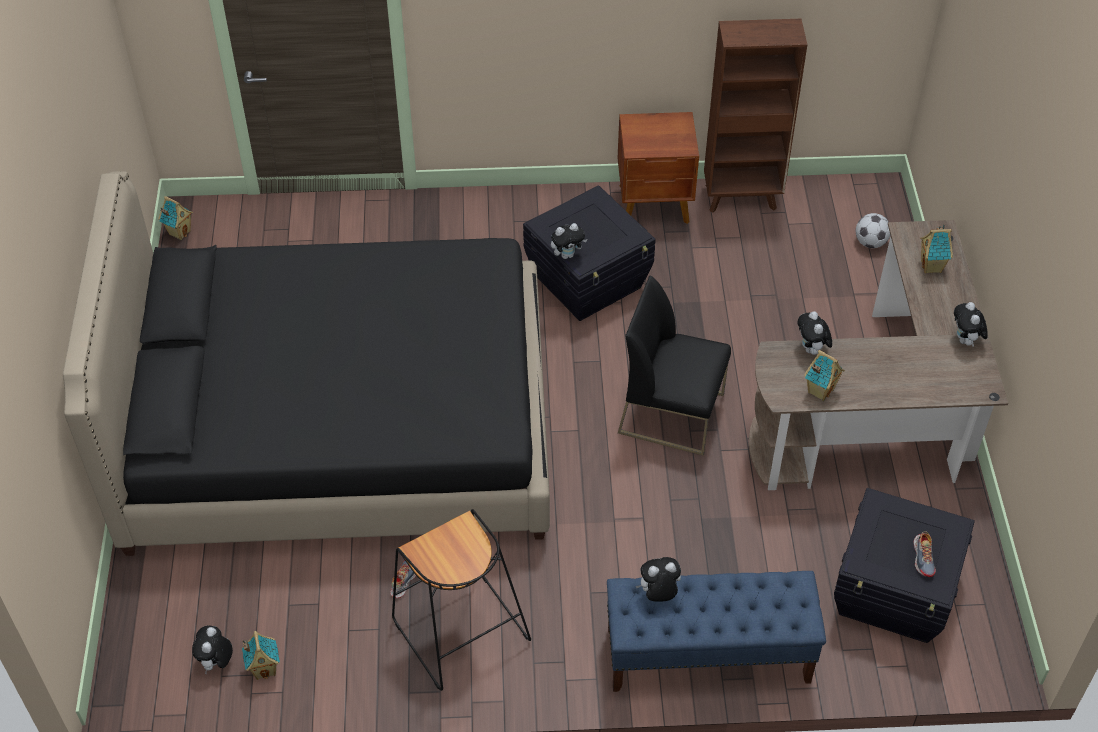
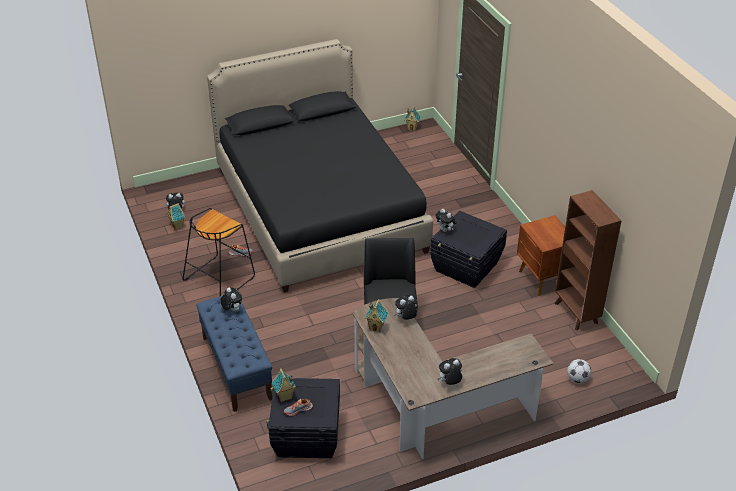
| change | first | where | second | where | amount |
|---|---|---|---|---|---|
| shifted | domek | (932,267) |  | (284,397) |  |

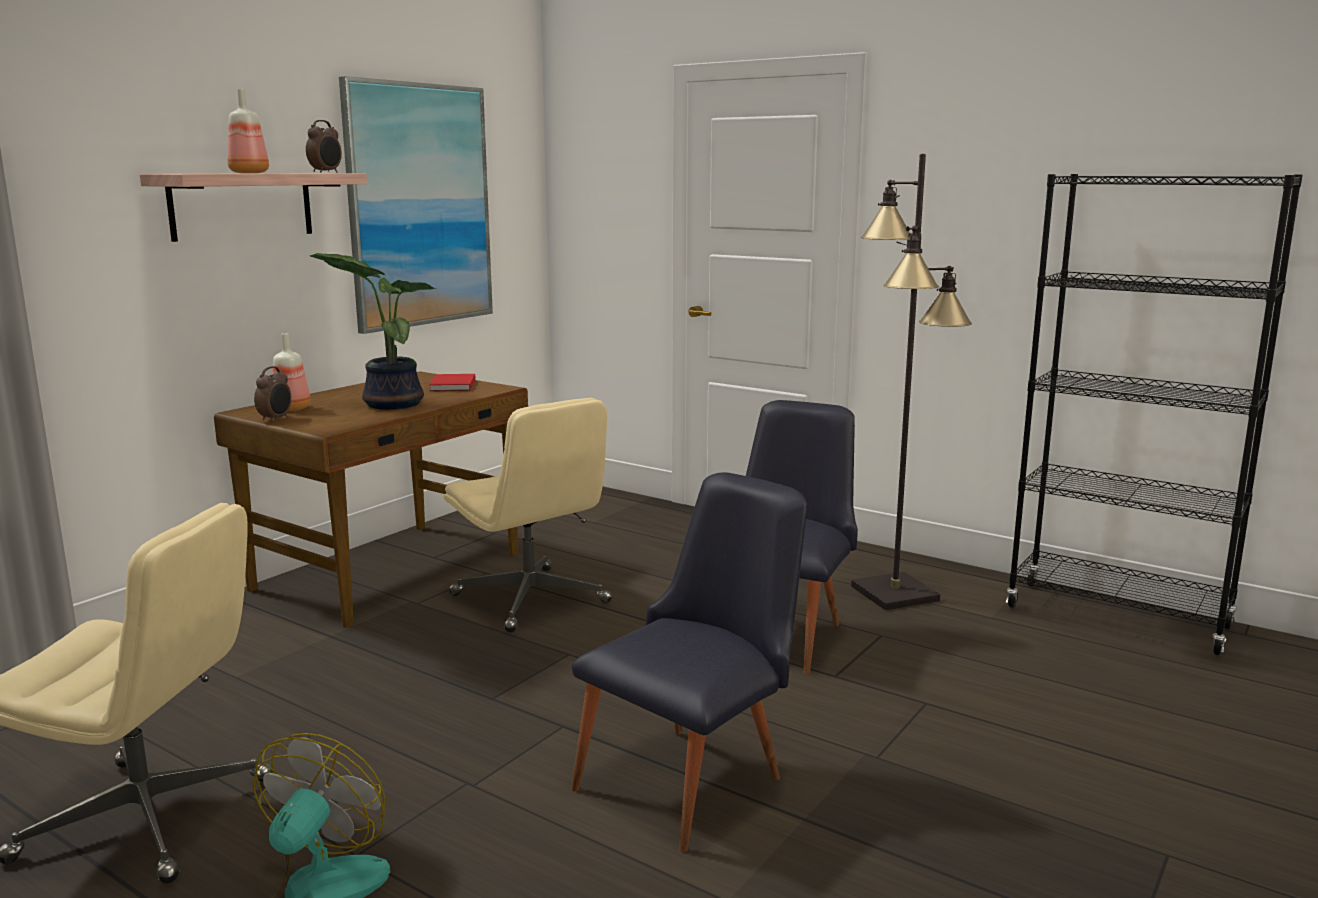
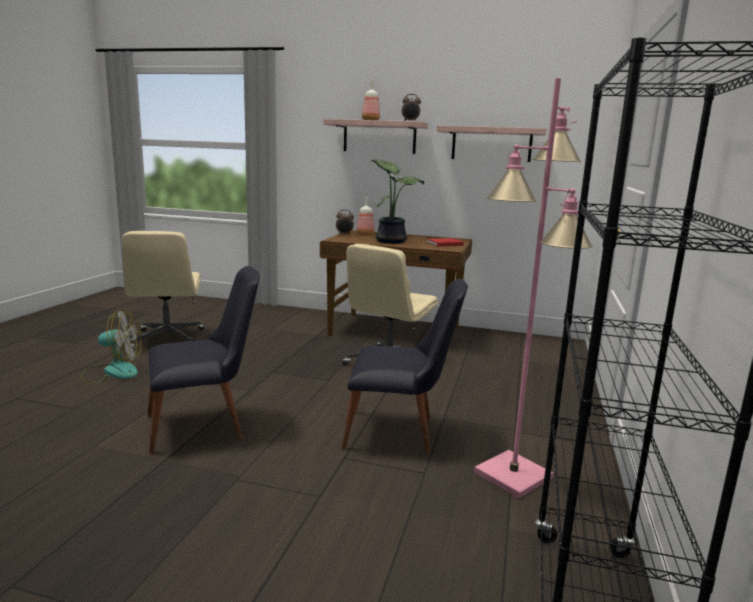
| change | first | where | second | where | amount |
|---|---|---|---|---|---|
| swapped | obraz | (419,206) | półka | (491,144) |  |
| repainted | lampa stojąca/czarny | (895,593) | lampa stojąca/różowy | (514,475) |  |
| rotated | krzesło/czarny | (695,777) |  | (205,426) | 45 degrees counterclockwise |

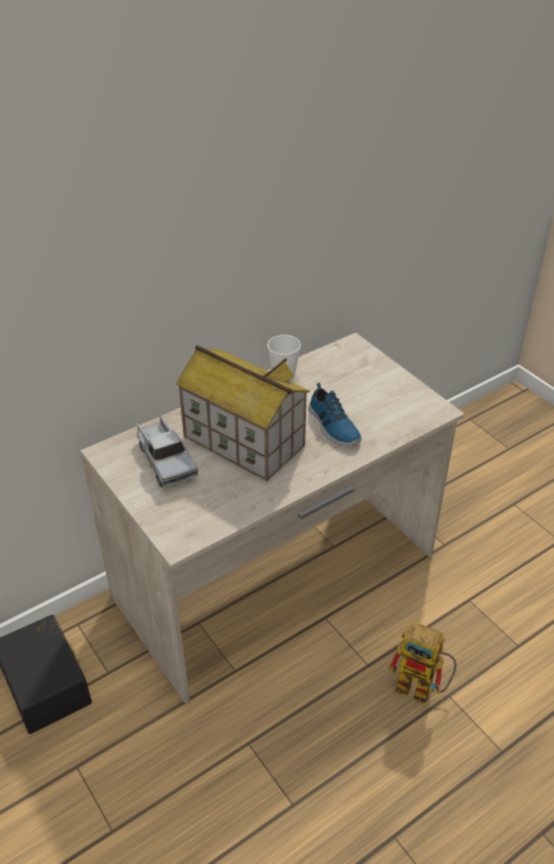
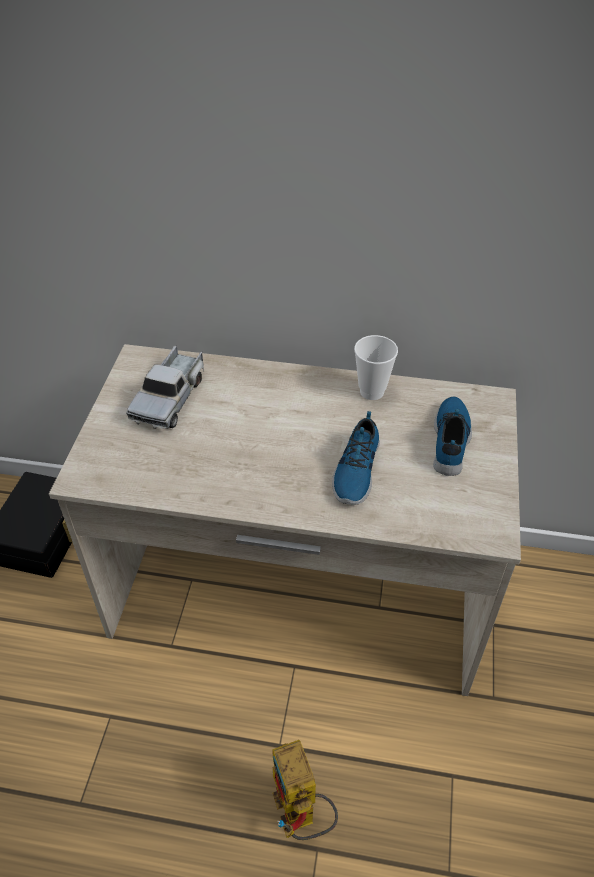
| change | first | where | second | where | amount |
|---|---|---|---|---|---|
| gone | domek | (242,441) |  |  |  |
| new |  |  | but | (451,440) |  |

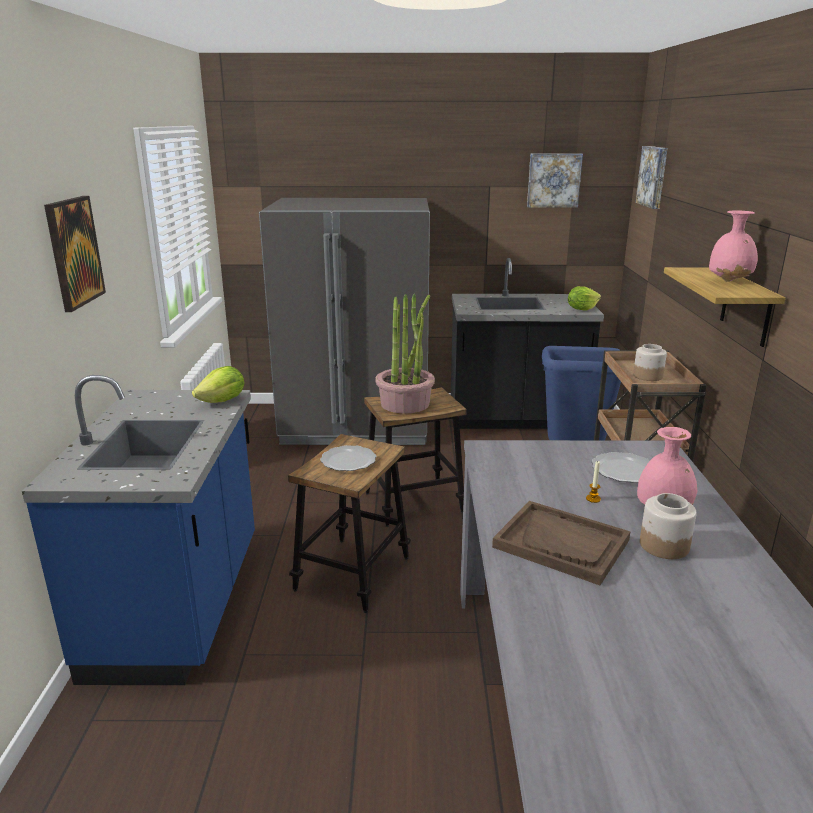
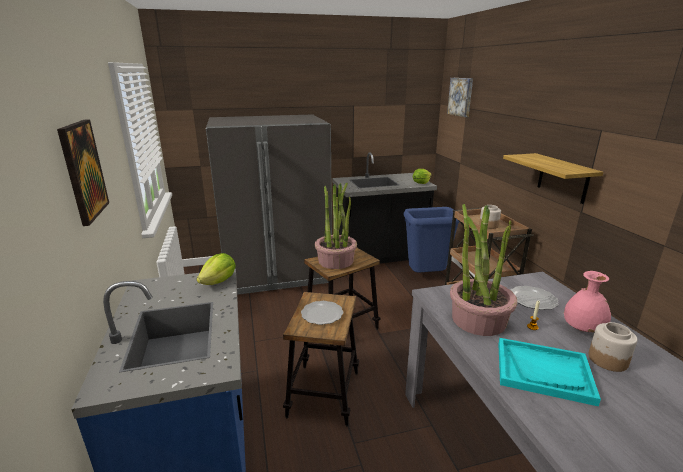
| change | first | where | second | where | amount |
|---|---|---|---|---|---|
| gone | obraz | (553,180) |  |  |  |
| gone | wazon/różowy | (730,281) |  |  |  |
| new |  |  | roślina doniczkowa | (478,319) |  |
| repainted | taca/brązowy | (561,544) | taca/turkusowy | (543,372) |  |

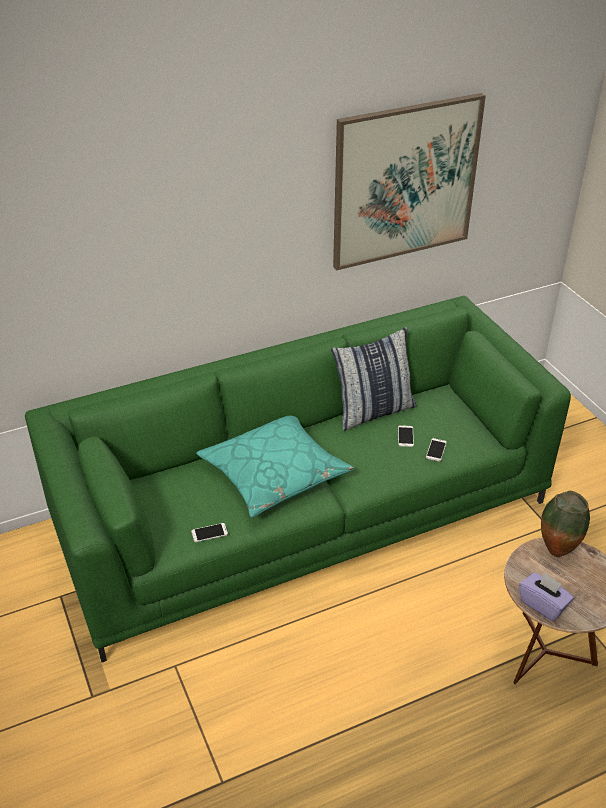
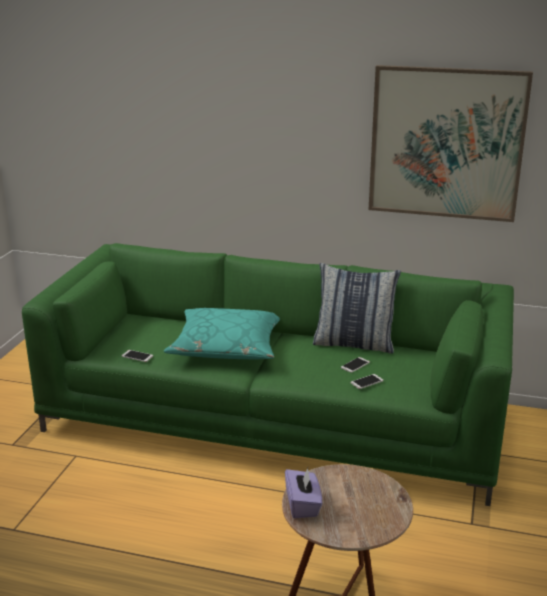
| change | first | where | second | where | amount |
|---|---|---|---|---|---|
| gone | wazon | (556,550) |  |  |  |

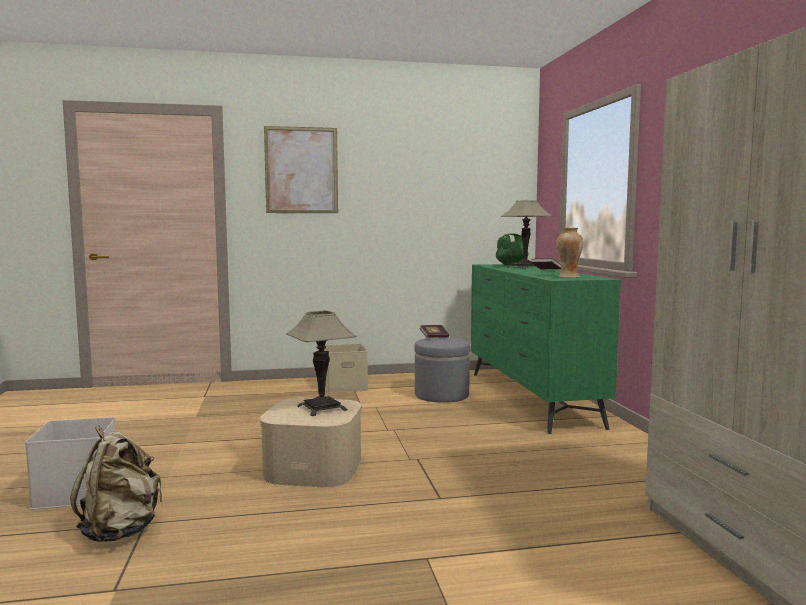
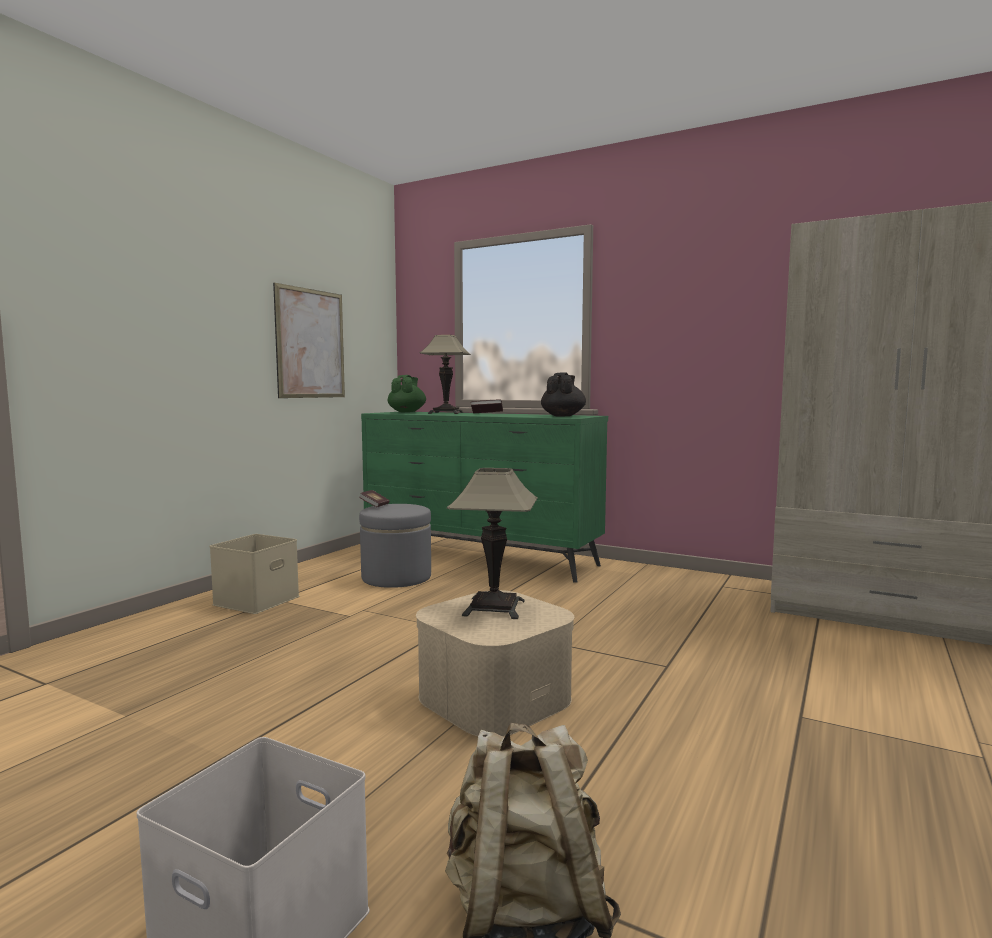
| change | first | where | second | where | amount |
|---|---|---|---|---|---|
| shifted | obraz | (301,170) |  | (310,343) |  |
| swapped | wazon | (568,277) | imbryk/czarny | (563,416) |  |

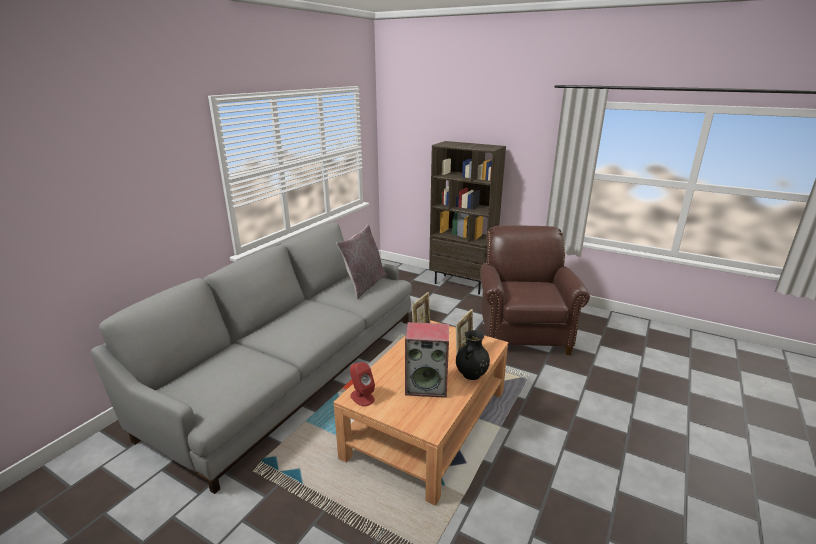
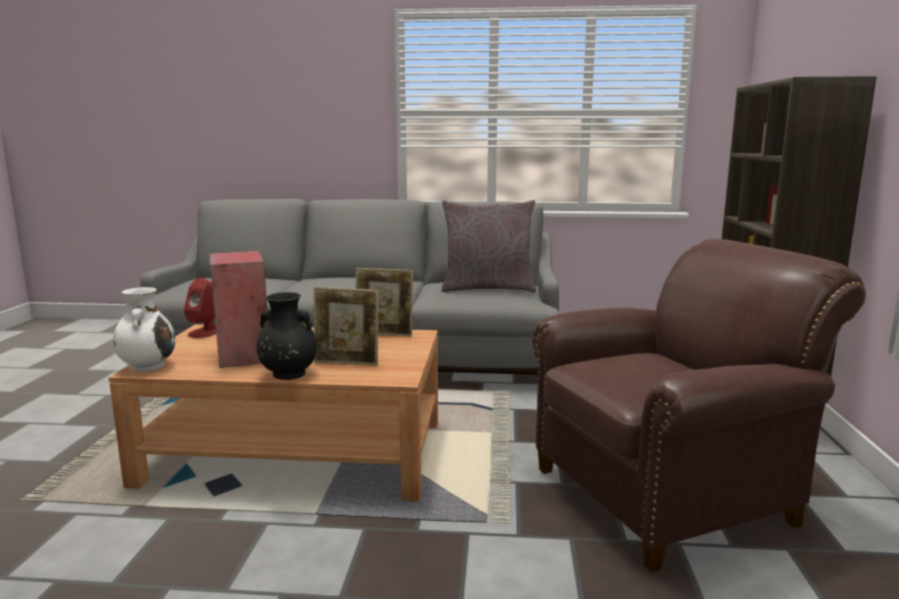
| change | first | where | second | where | amount |
|---|---|---|---|---|---|
| new |  |  | wazon/biały | (148,366) |  |

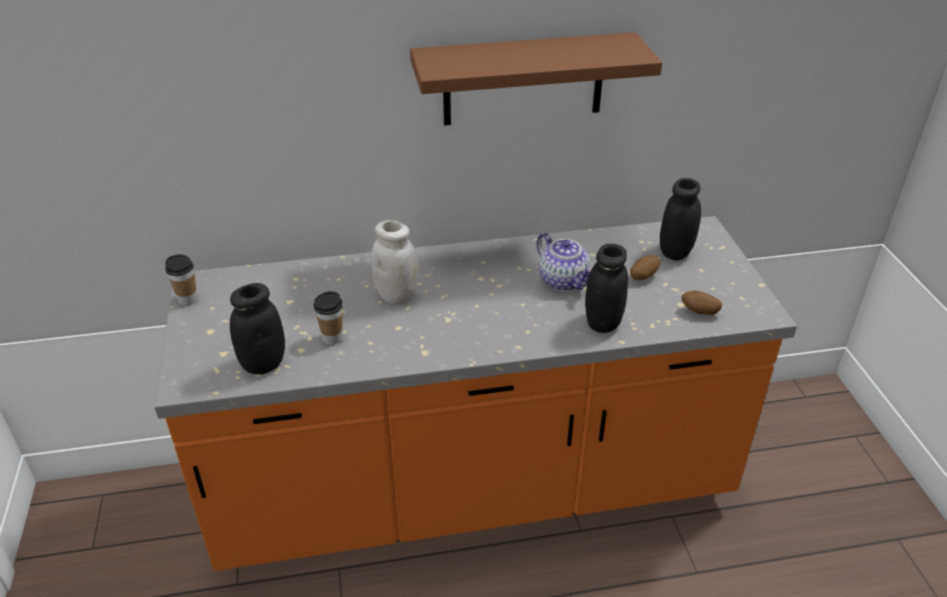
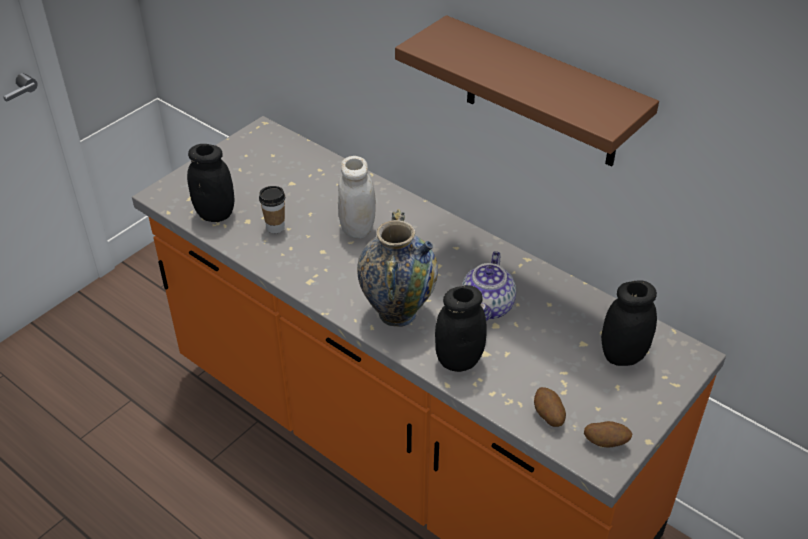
| change | first | where | second | where | amount |
|---|---|---|---|---|---|
| gone | filiżanka | (188,299) |  |  |  |
| new |  |  | wazon | (397,313) |  |
| shifted | ziemniak | (643,276) |  | (605,442) |  |

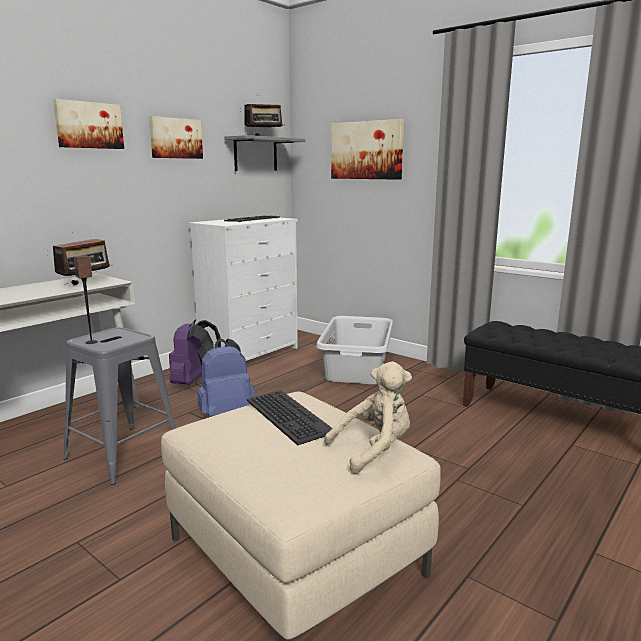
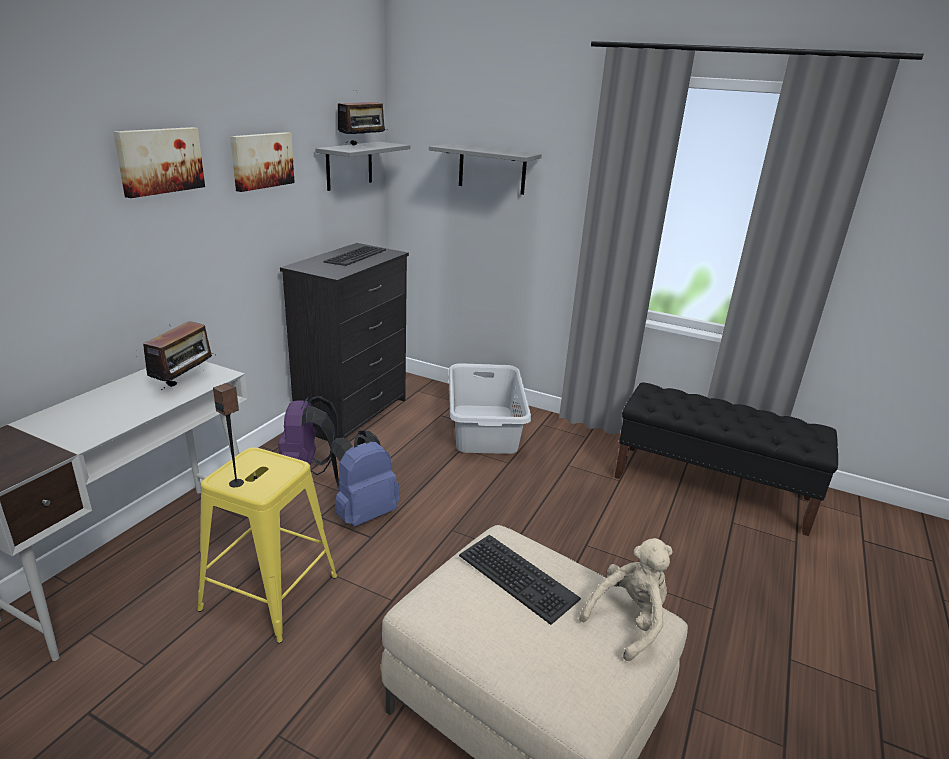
| change | first | where | second | where | amount |
|---|---|---|---|---|---|
| swapped | obraz | (366,150) | półka/szary | (492,169) |  |
| repainted | stołek/szary | (123,453) | stołek/żółty | (269,592) |  |
| repainted | komoda/biały | (251,354) | komoda/czarny | (354,414) |  |

